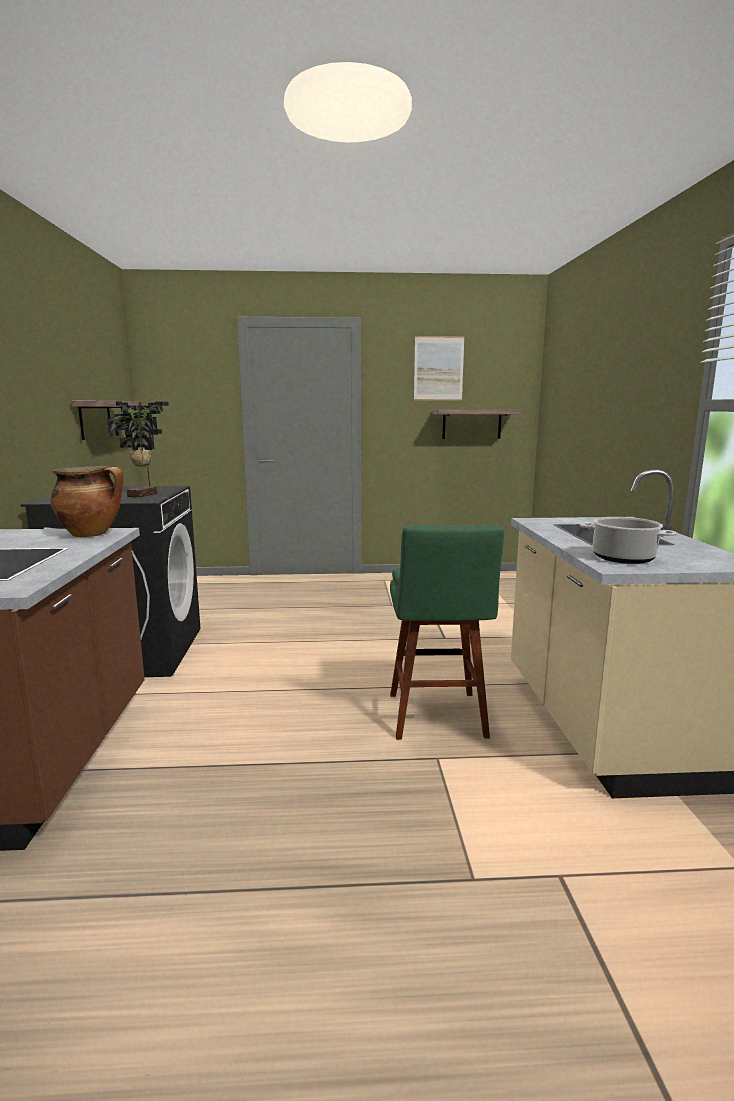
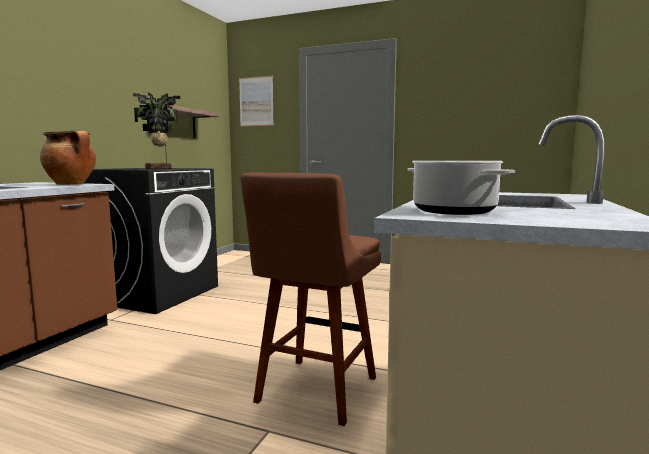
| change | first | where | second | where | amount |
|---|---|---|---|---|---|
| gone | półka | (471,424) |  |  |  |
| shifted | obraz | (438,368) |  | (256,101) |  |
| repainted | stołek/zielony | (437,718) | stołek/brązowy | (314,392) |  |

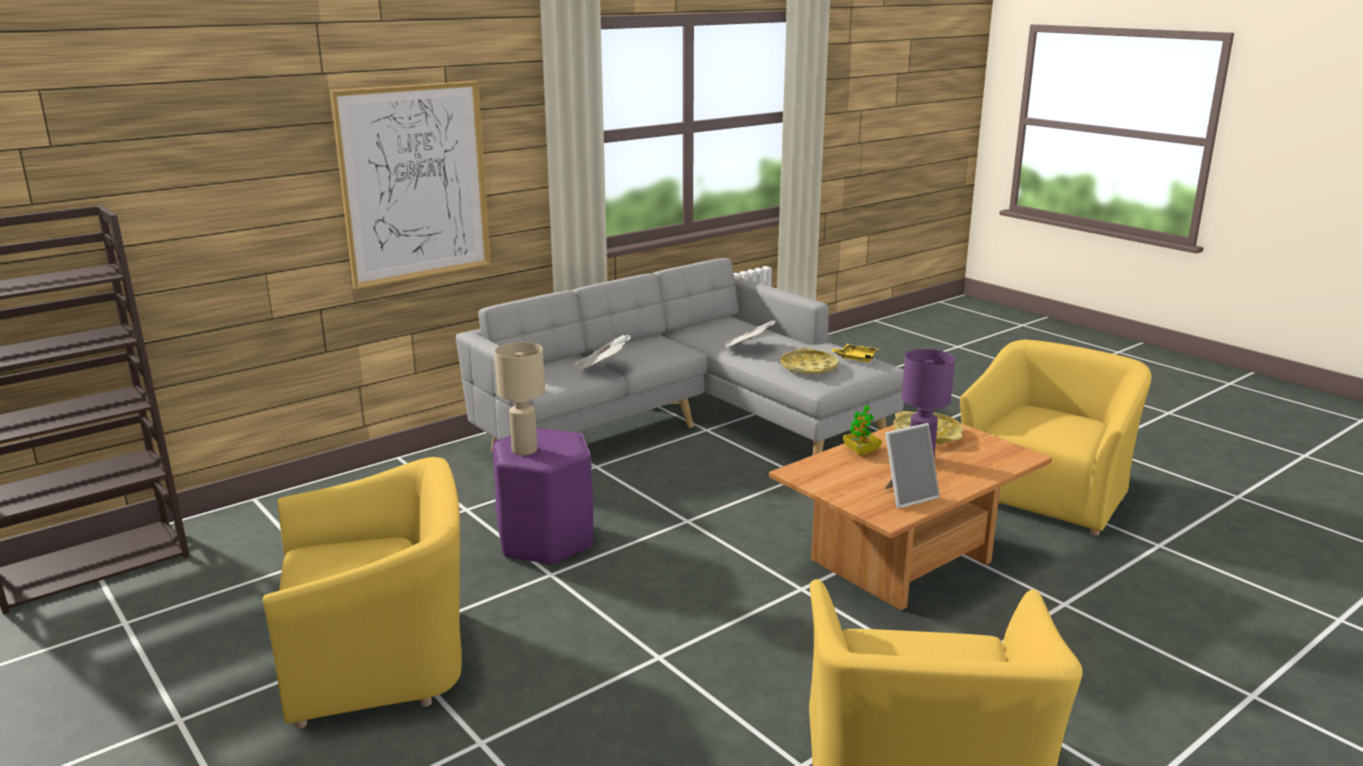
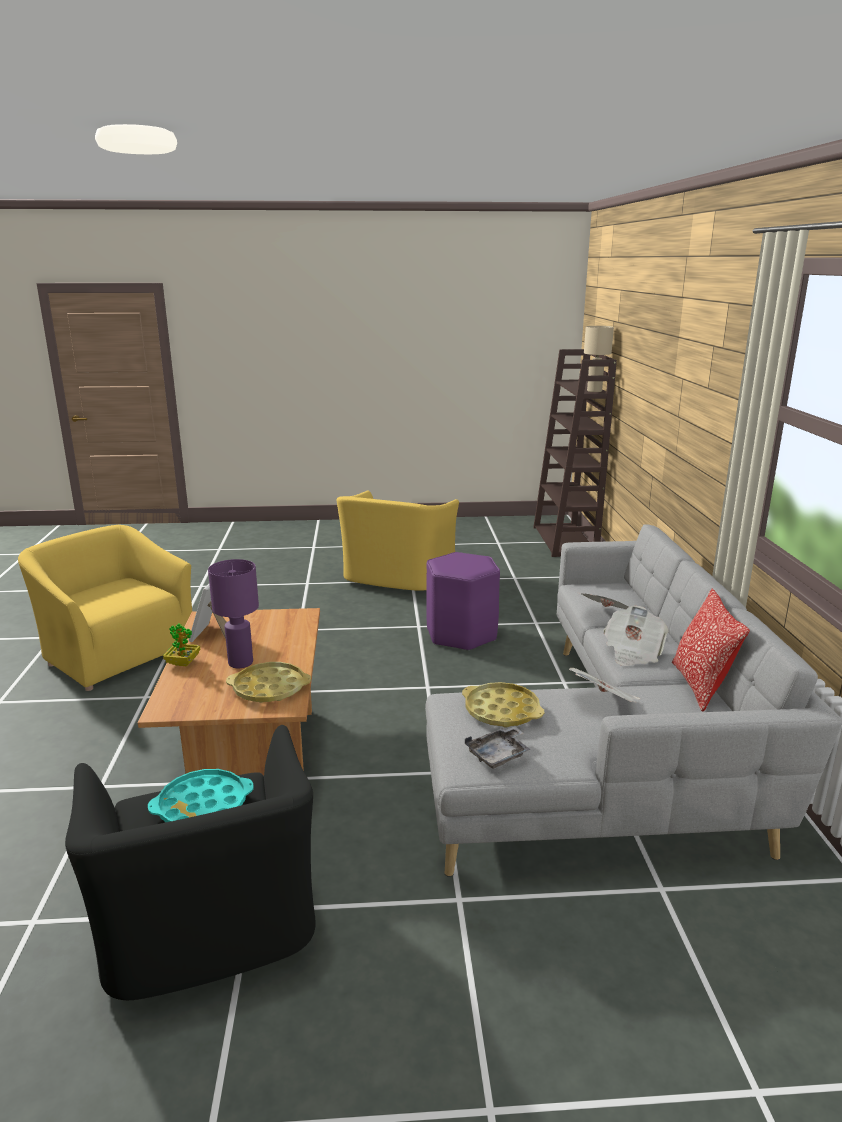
| change | first | where | second | where | amount |
|---|---|---|---|---|---|
| gone | obraz | (414,183) |  |  |  |
| new |  |  | taca/turkusowy | (203,806) |  |
| new |  |  | gazeta | (632,652) |  |
| new |  |  | poduszka | (700,686) |  |
| shifted | lampa stołowa/beżowy | (523,450) |  | (594,391) |  |
| shifted | roślina doniczkowa | (861,451) |  | (183,663) |  |
| repainted | taca/żółty | (856,358) | taca/szary | (498,755) |  |
| repainted | fotel/żółty | (1044,493) | fotel/czarny | (208,922) |  |

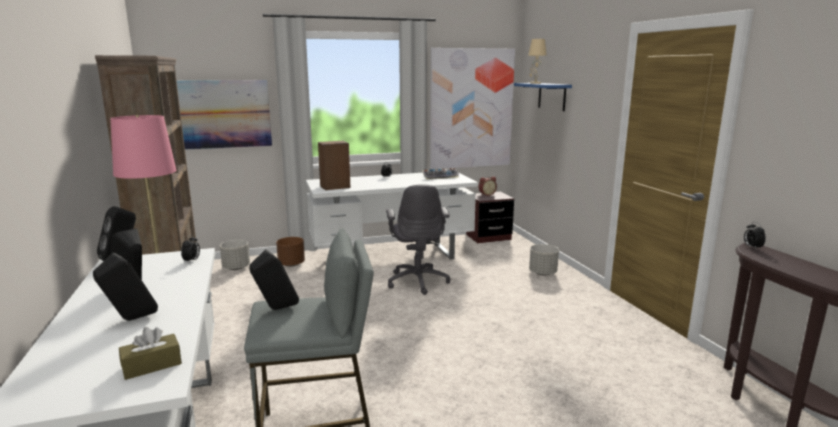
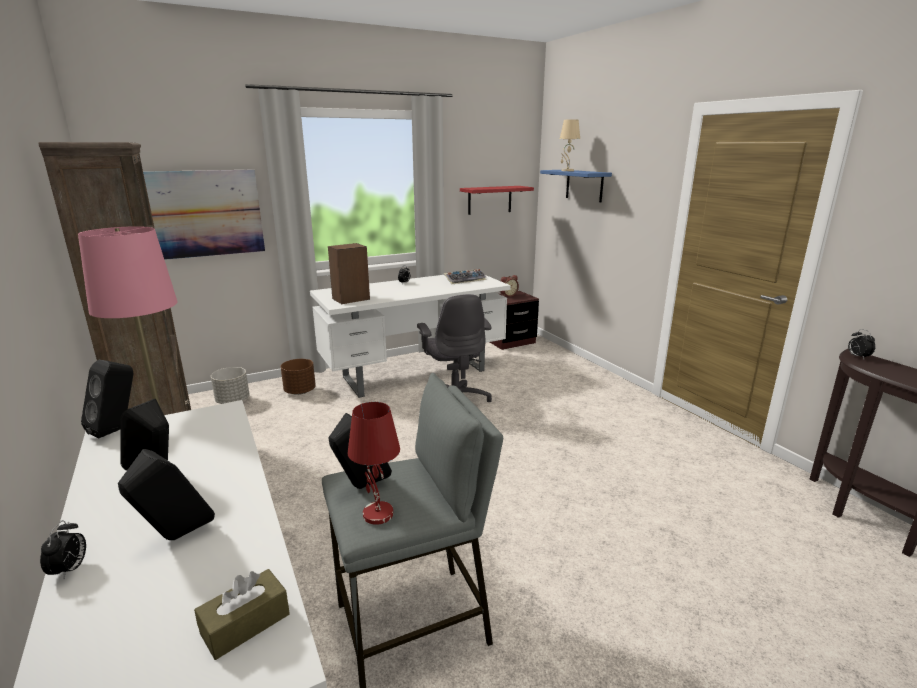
| change | first | where | second | where | amount |
|---|---|---|---|---|---|
| gone | donica/szary | (543,273) |  |  |  |
| new |  |  | lampa stołowa/czerwony | (377,514) |  |
| shifted | budzik | (192,261) |  | (70,569) |  |
| swapped | obraz | (471,109) | półka/czerwony | (489,200) |  |

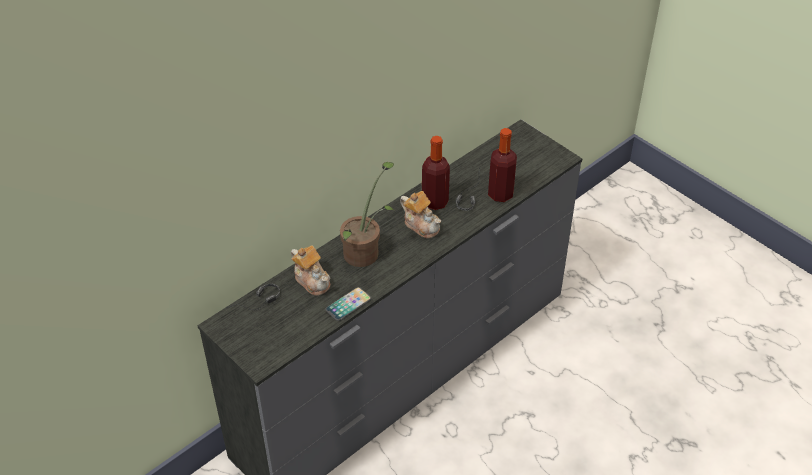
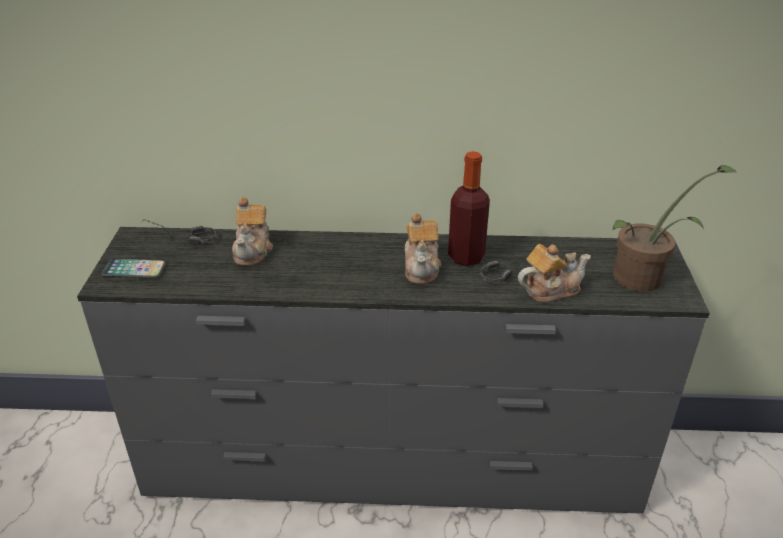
| change | first | where | second | where | amount |
|---|---|---|---|---|---|
| shifted | telefon | (348,305) |  | (134,270) |  |
| shifted | roślina doniczkowa | (365,251) |  | (645,277) |  |
| swapped | butelka | (500,194) | imbryk | (550,289) |  |

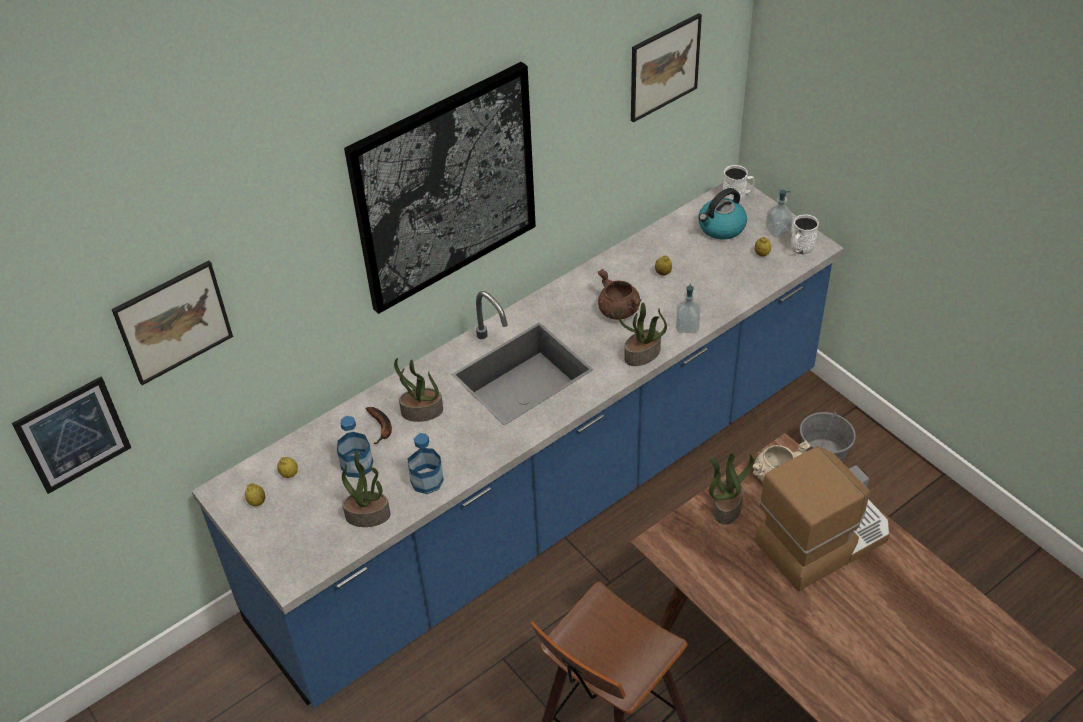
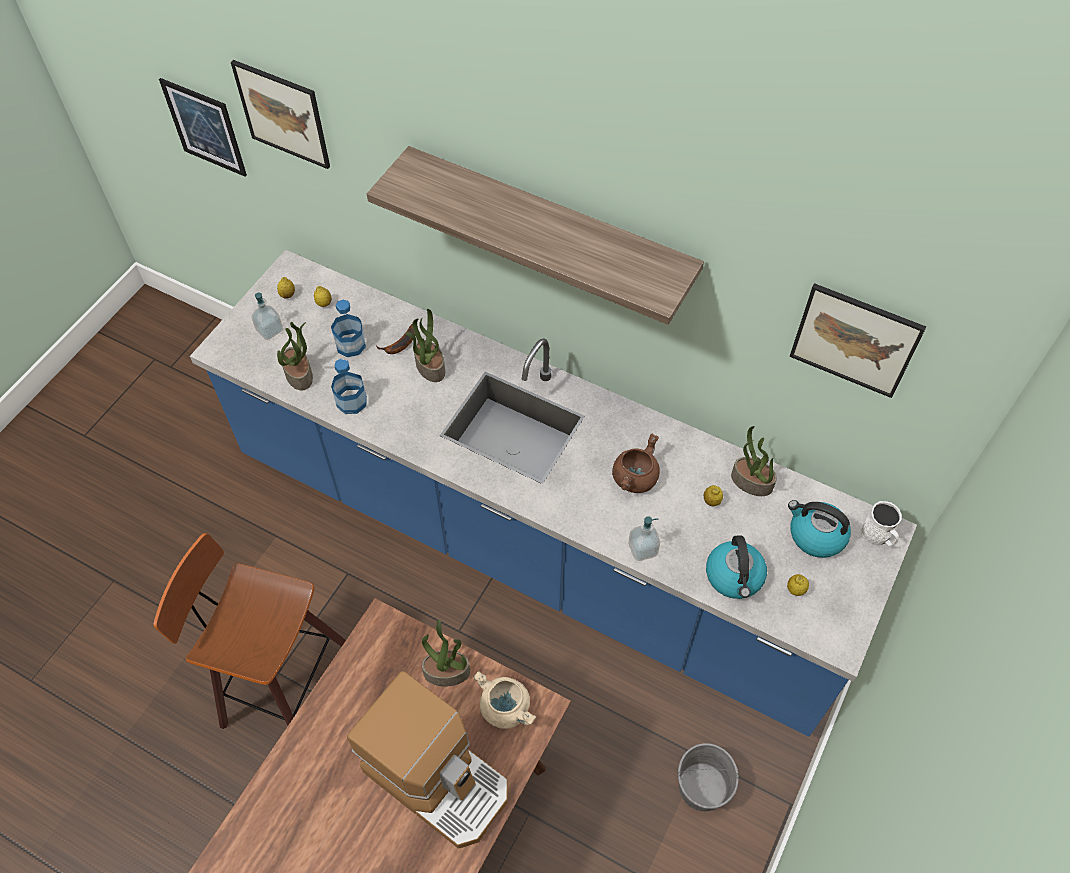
| change | first | where | second | where | amount |
|---|---|---|---|---|---|
| gone | kubek/biały | (800,249) |  |  |  |
| new |  |  | czajnik | (734,577) |  |
| shifted | roślina doniczkowa | (642,355) |  | (751,482) |  |
| shifted | dozownik mydła | (777,230) |  | (269,330) |  |
| swapped | obraz | (445,188) | półka | (550,226) |  |

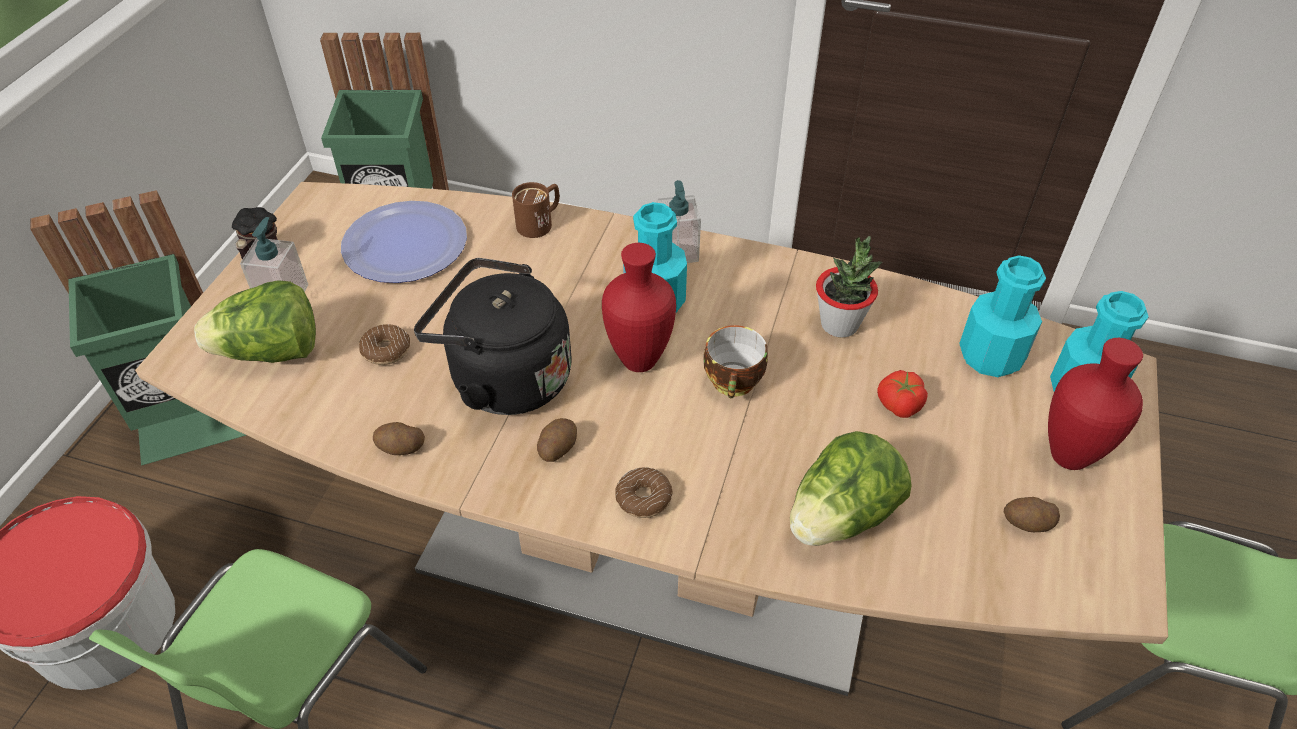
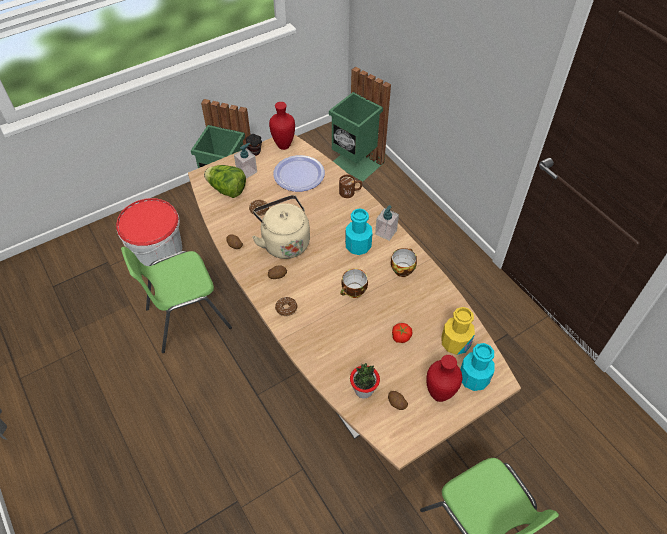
| change | first | where | second | where | amount |
|---|---|---|---|---|---|
| gone | sałata | (841,517) |  |  |  |
| new |  |  | filiżanka | (402,268) |  |
| shifted | wazon/czerwony | (639,359) |  | (284,145) |  |
| shifted | roślina doniczkowa | (839,324) |  | (363,390) |  |
| repainted | czajnik/czarny | (504,378) | czajnik/beżowy | (284,242) |  |
| repainted | butelka/turkusowy | (990,356) | butelka/żółty | (455,343) |  |

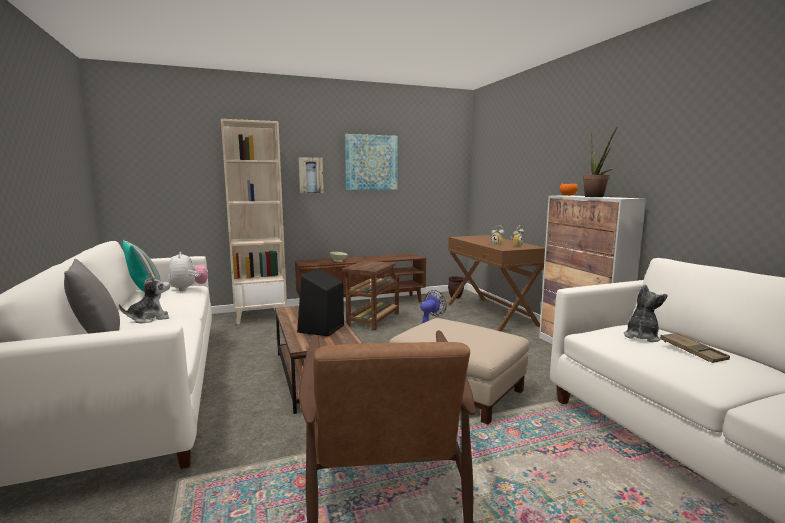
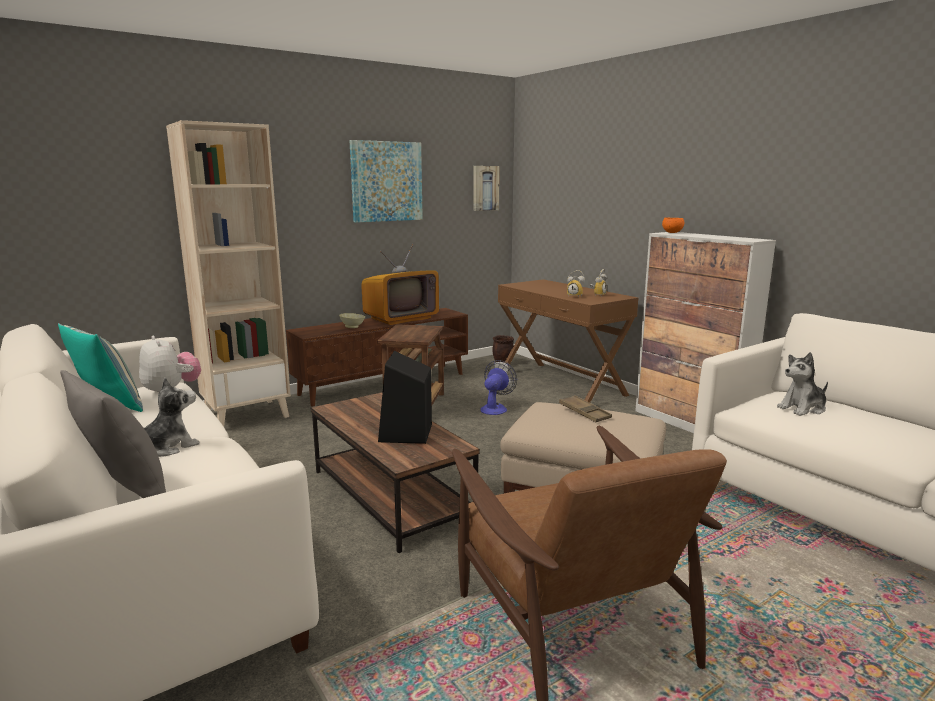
| change | first | where | second | where | amount |
|---|---|---|---|---|---|
| gone | roślina doniczkowa | (596,197) |  |  |  |
| new |  |  | telewizor | (401,318) |  |
| shifted | obraz | (311,175) |  | (485,188) |  |
| shifted | taca/brązowy | (692,351) |  | (584,413) |  |
| rotated | pluszak | (641,337) |  | (803,408) | 135 degrees counterclockwise |

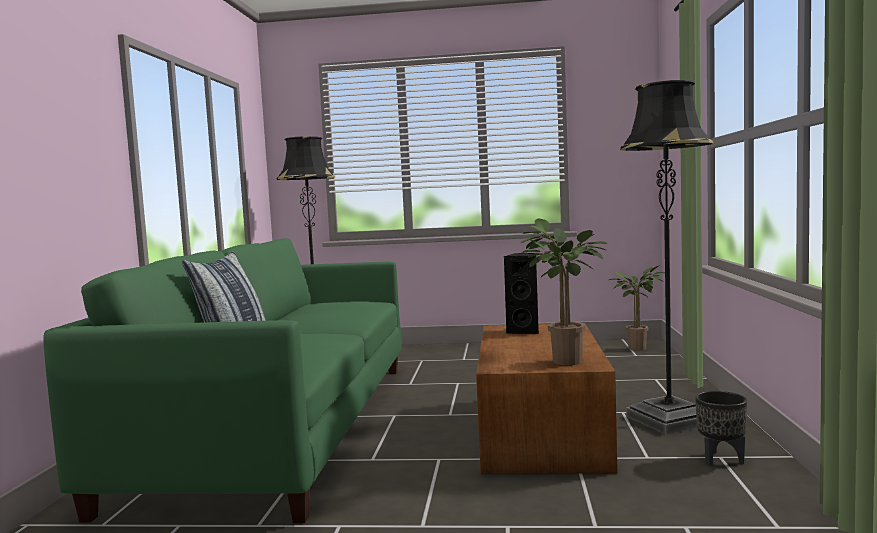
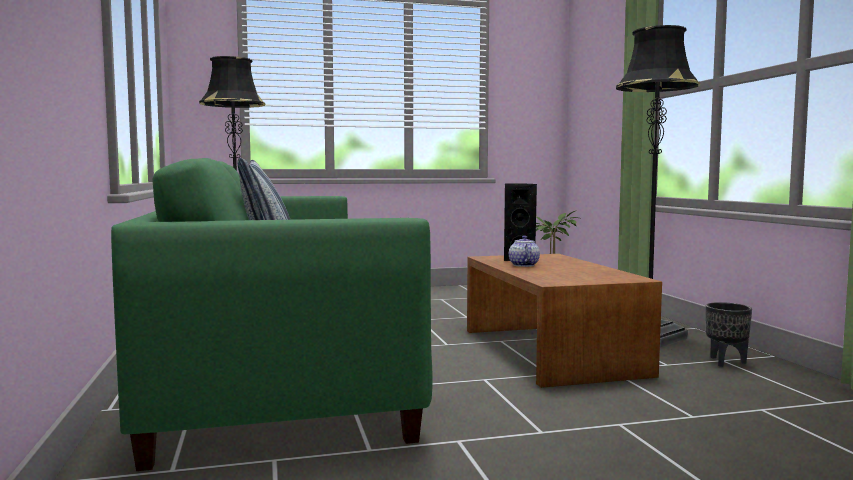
| change | first | where | second | where | amount |
|---|---|---|---|---|---|
| gone | roślina doniczkowa | (561,361) |  |  |  |
| new |  |  | imbryk | (523,265) |  |

